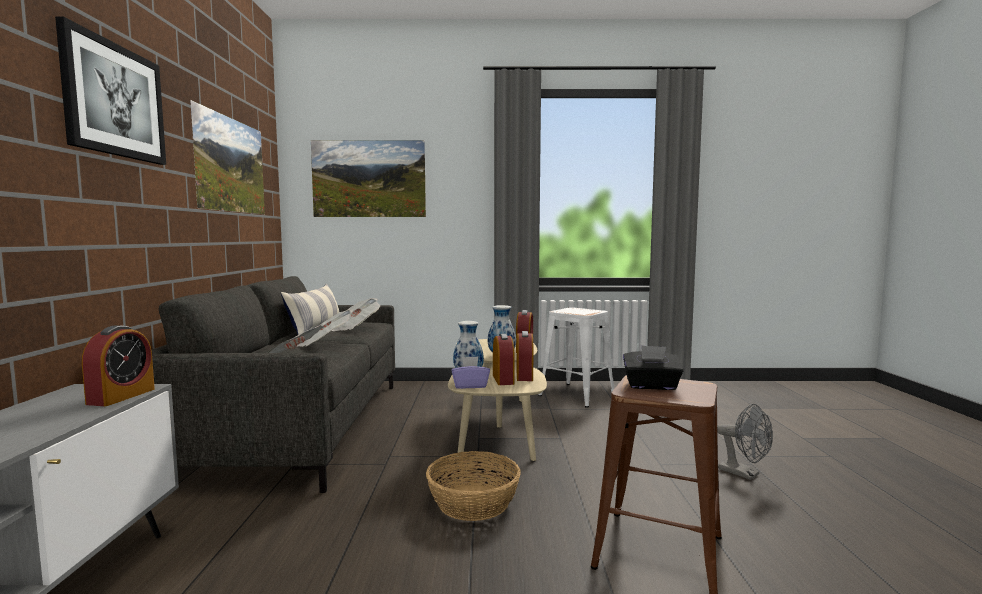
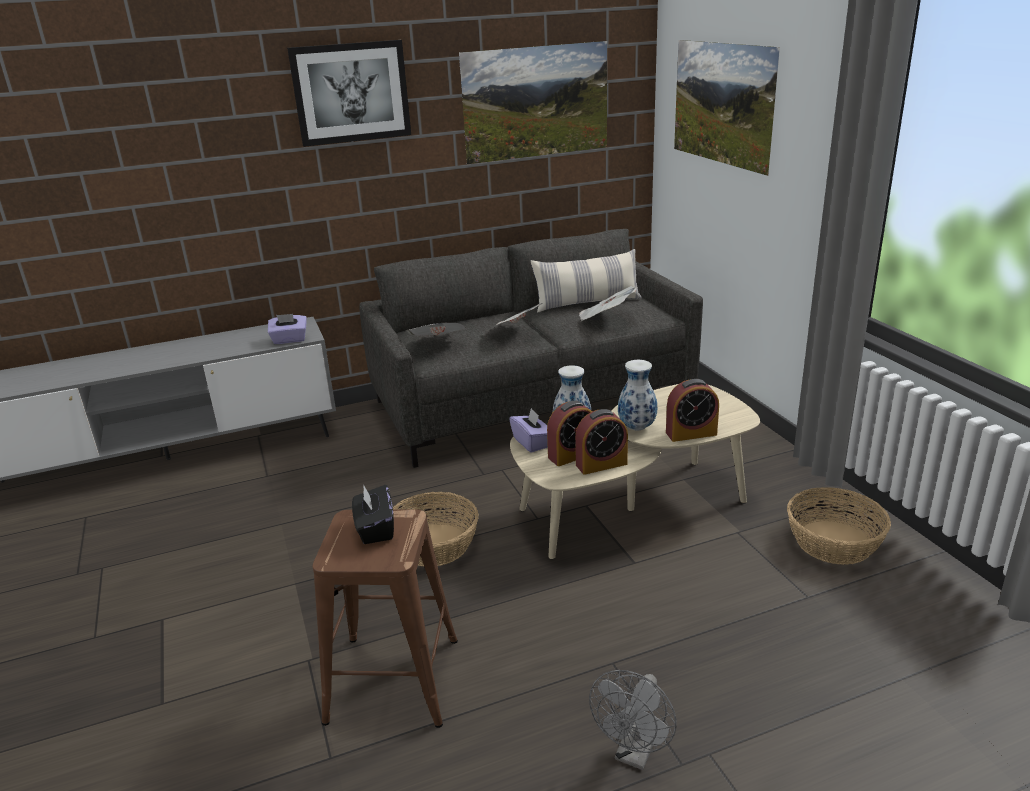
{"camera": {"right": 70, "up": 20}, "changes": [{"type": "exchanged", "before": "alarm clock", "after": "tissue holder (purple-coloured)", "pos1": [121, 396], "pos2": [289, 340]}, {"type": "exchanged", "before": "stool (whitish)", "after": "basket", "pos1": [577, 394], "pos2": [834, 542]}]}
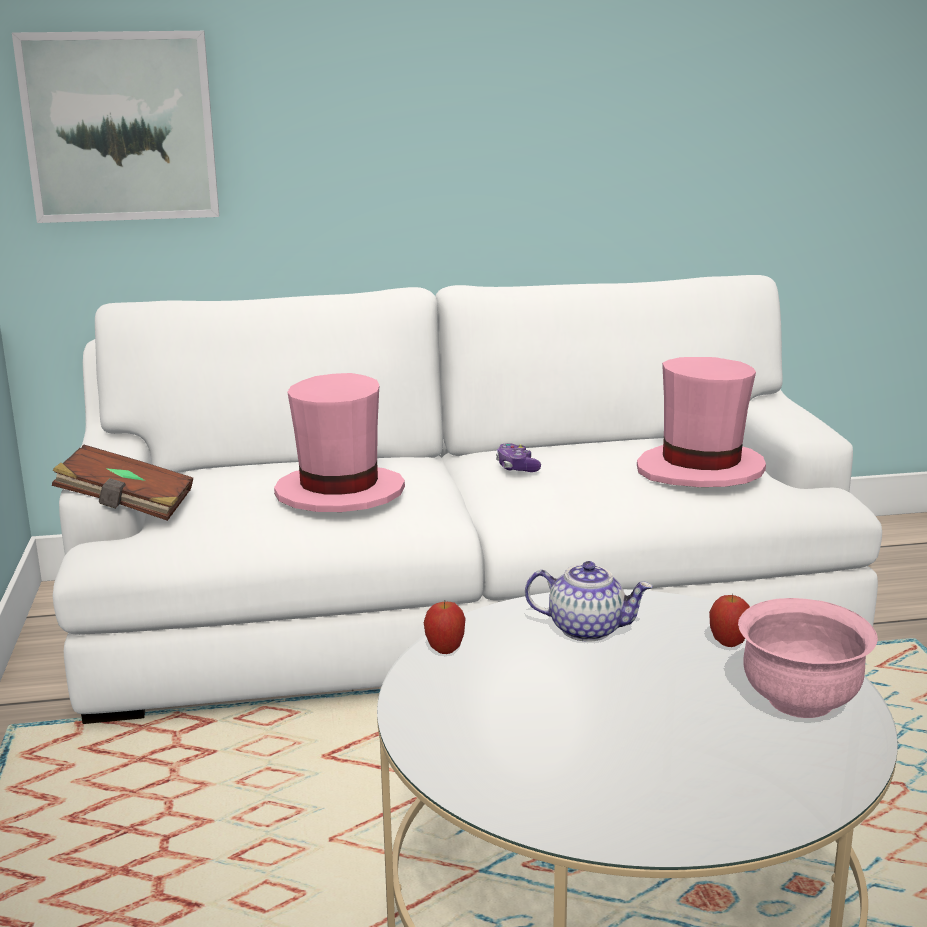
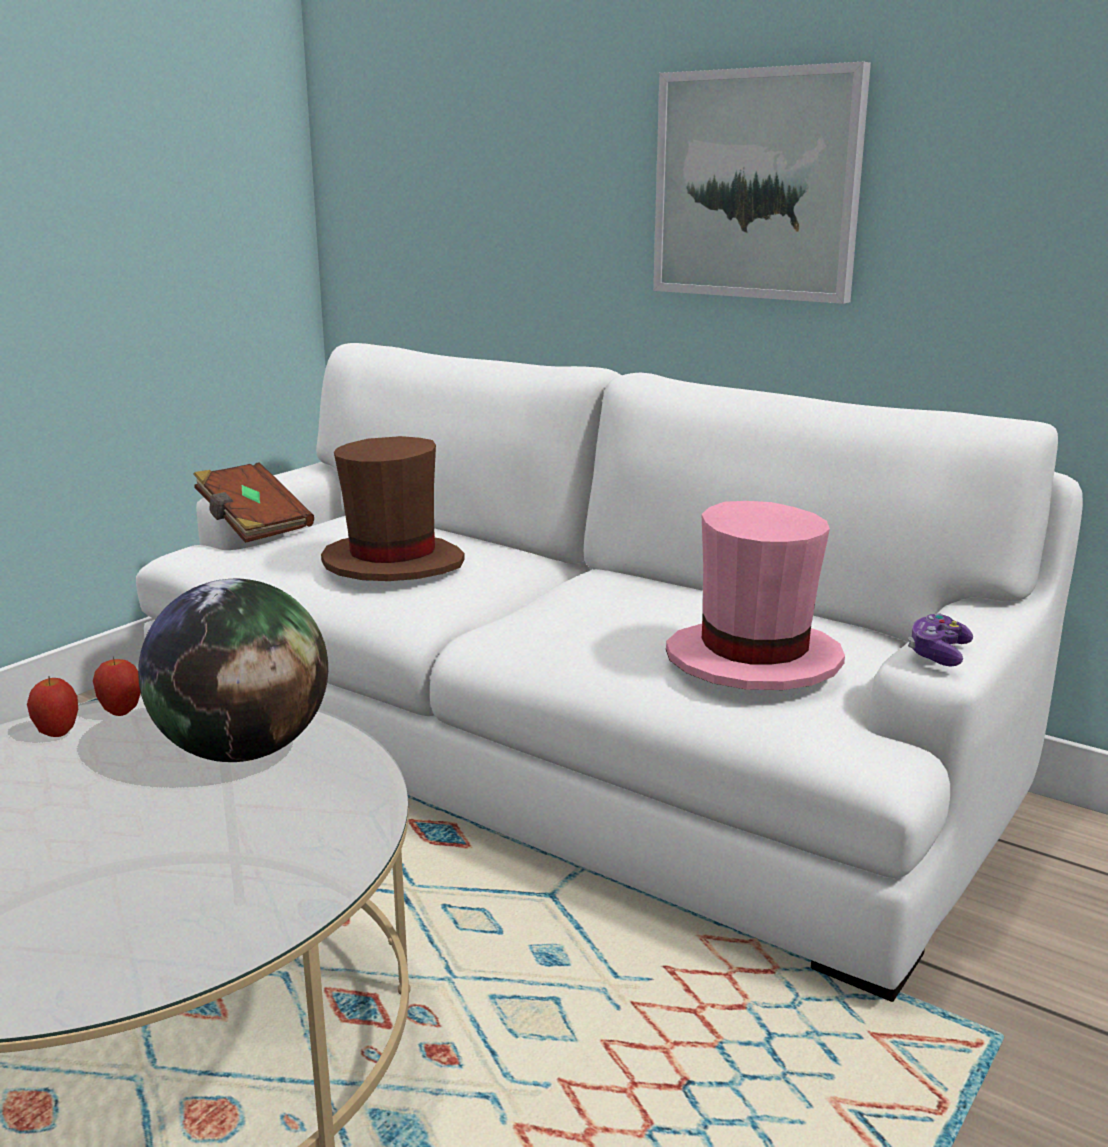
{"camera": {"right": 45, "up": 0}, "changes": [{"type": "relocated", "before": "picture", "pos1": [120, 127], "pos2": [757, 185]}, {"type": "colour", "before": "hat (pinkish)", "after": "hat (brown-coloured)", "pos1": [340, 493], "pos2": [392, 563]}, {"type": "relocated", "before": "gamepad", "pos1": [517, 467], "pos2": [938, 653]}, {"type": "exchanged", "before": "tea pot", "after": "desk globe", "pos1": [587, 629], "pos2": [243, 750]}, {"type": "relocated", "before": "apple fruit", "pos1": [728, 644], "pos2": [57, 733]}, {"type": "missing", "before": "deep dish (pinkish)", "pos1": [799, 702]}]}
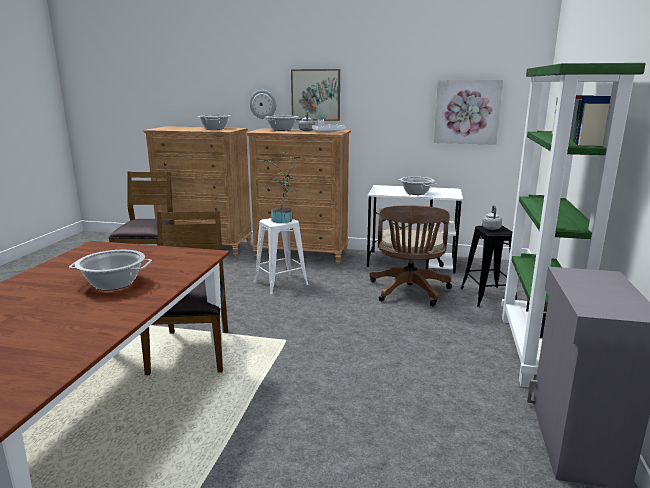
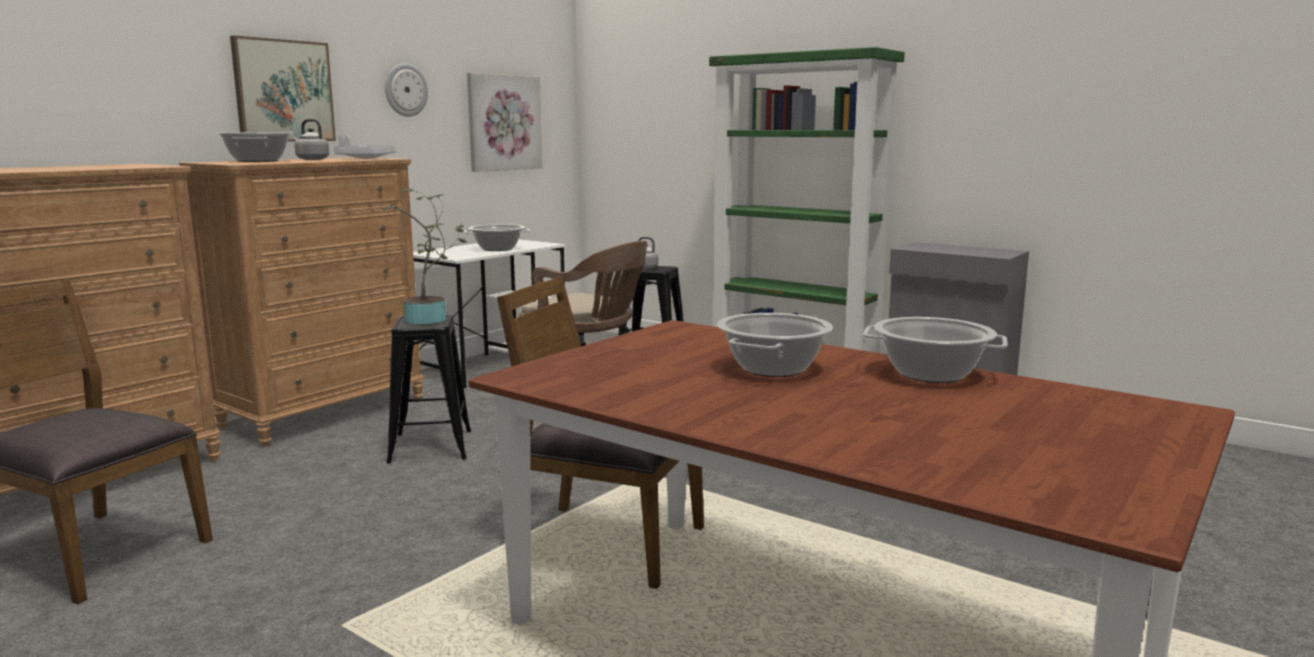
{"camera": {"right": -65, "up": -5}, "changes": [{"type": "relocated", "before": "stockpot", "pos1": [215, 129], "pos2": [930, 374]}, {"type": "relocated", "before": "clock on the wall", "pos1": [263, 104], "pos2": [405, 90]}, {"type": "colour", "before": "stool (whitish)", "after": "stool (blackish)", "pos1": [280, 283], "pos2": [430, 446]}]}
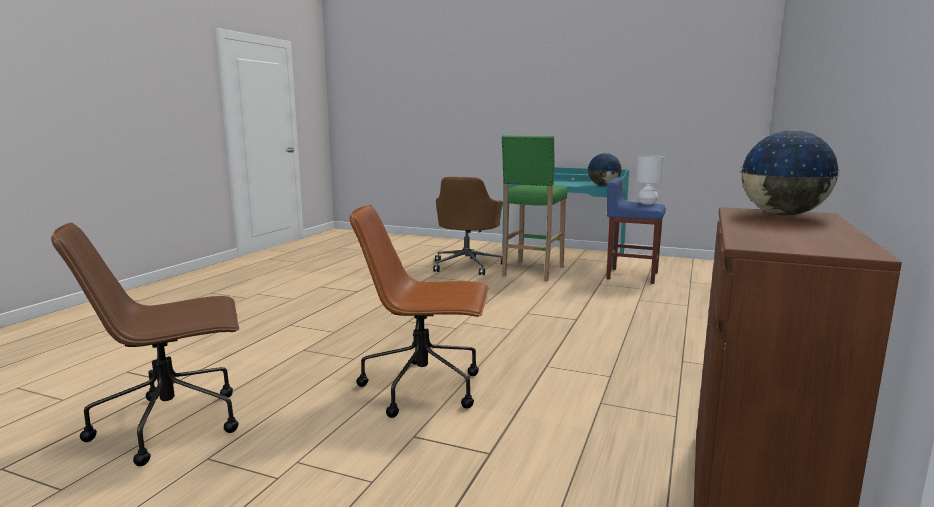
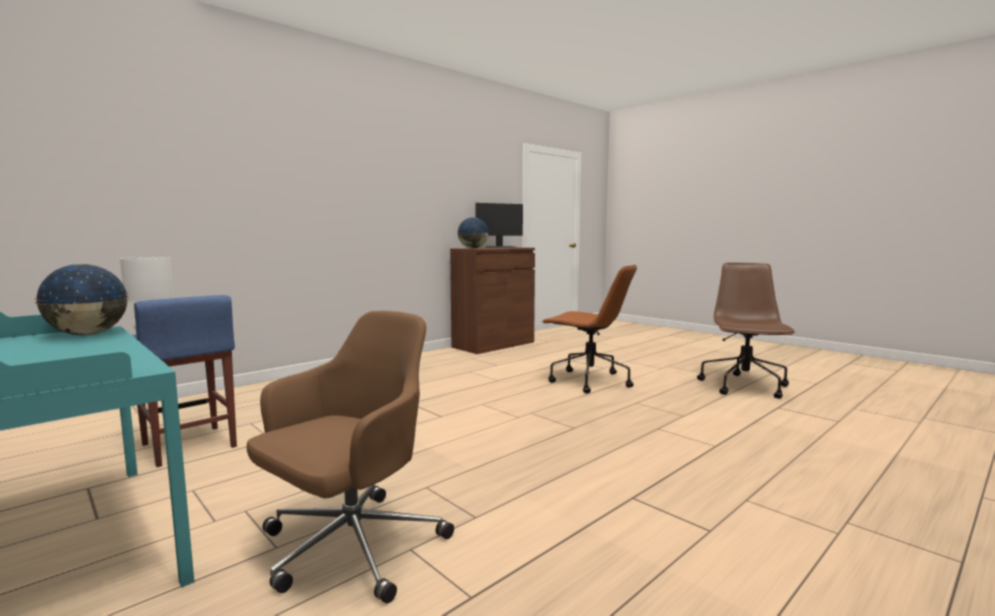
{"camera": {"right": -155, "up": -5}, "changes": [{"type": "spun", "before": "office chair (brown-coloured)", "pos1": [173, 423], "pos2": [744, 387], "turn": -75}, {"type": "missing", "before": "stool (greenish)", "pos1": [532, 272]}, {"type": "appeared", "after": "computer display", "pos2": [501, 247]}]}
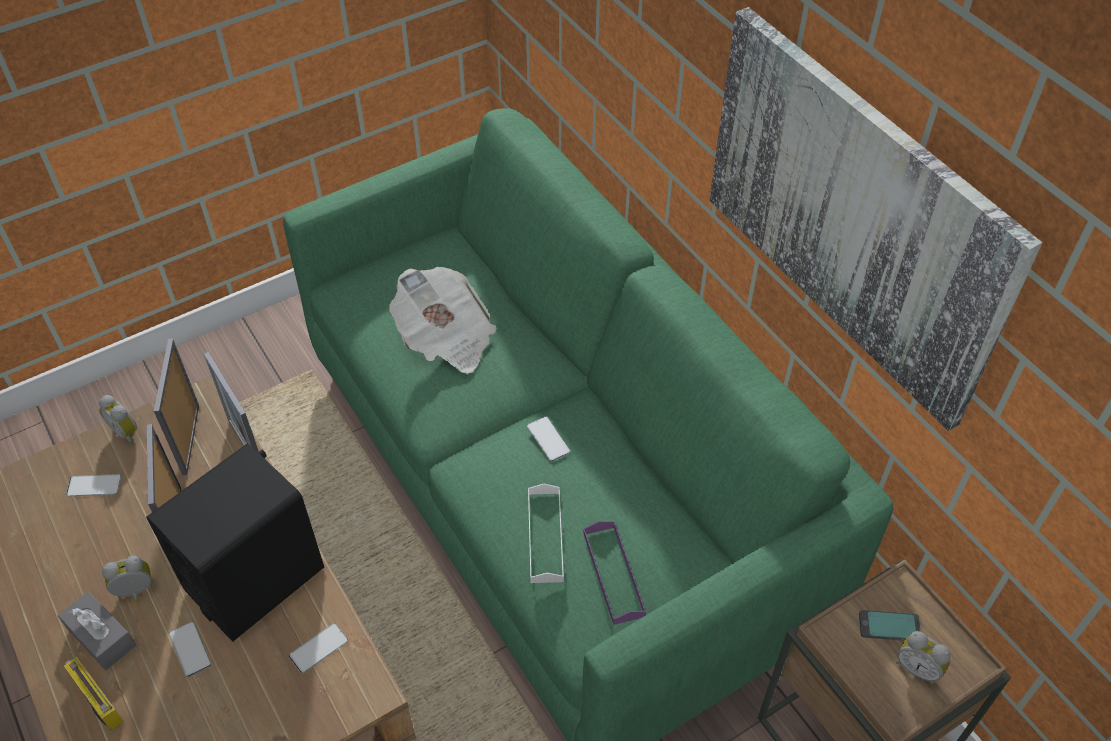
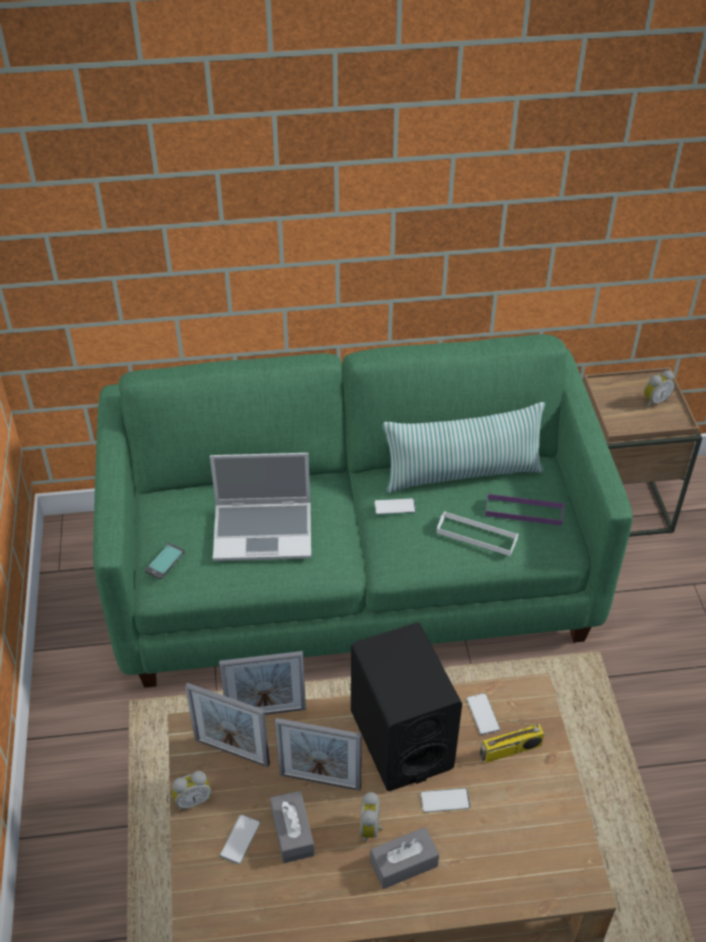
{"camera": {"right": -65, "up": -5}, "changes": [{"type": "relocated", "before": "radio receiver", "pos1": [96, 699], "pos2": [510, 750]}, {"type": "exchanged", "before": "printed paper", "after": "notebook computer", "pos1": [446, 338], "pos2": [264, 531]}, {"type": "missing", "before": "picture", "pos1": [853, 214]}, {"type": "relocated", "before": "handset", "pos1": [889, 627], "pos2": [165, 561]}, {"type": "appeared", "after": "tissue holder (greyish)", "pos2": [292, 832]}, {"type": "appeared", "after": "cushion", "pos2": [462, 474]}]}
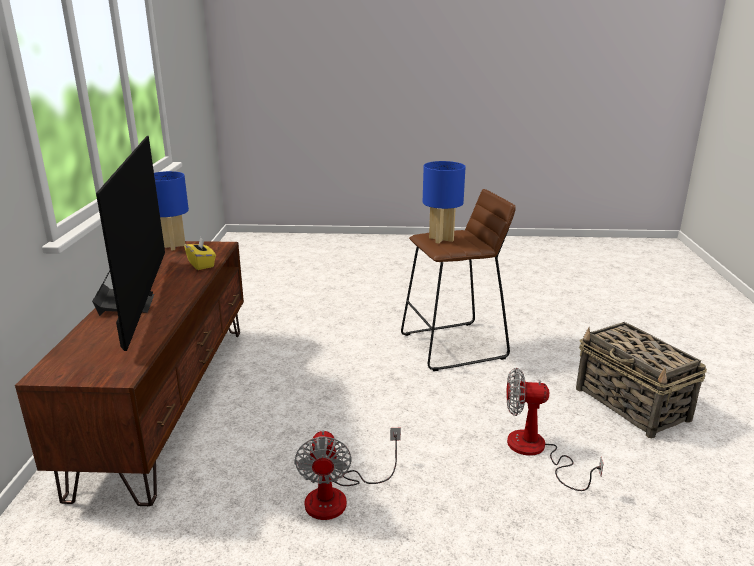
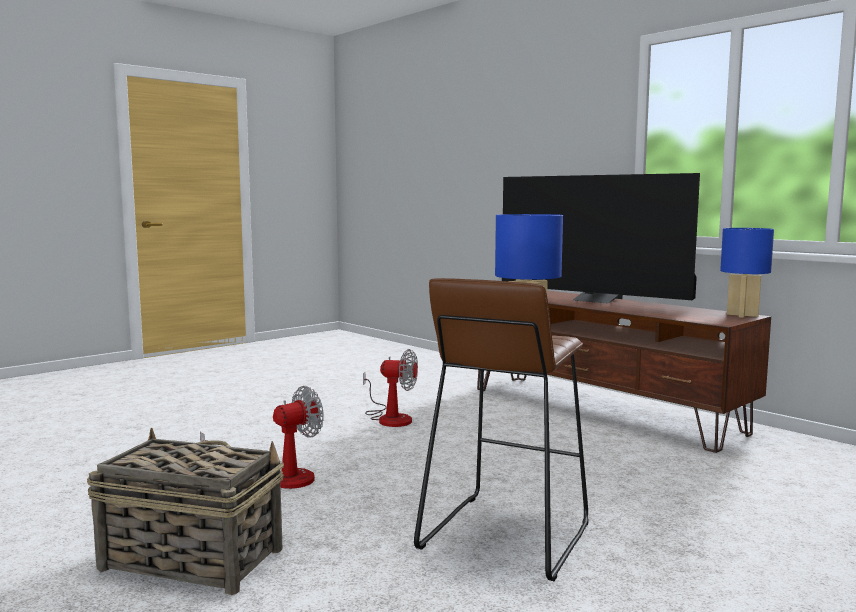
{"camera": {"right": 135, "up": -15}, "changes": [{"type": "missing", "before": "tissue holder (yellow-coloured)", "pos1": [201, 264]}, {"type": "spun", "before": "fan", "pos1": [339, 496], "pos2": [390, 418], "turn": 150}]}
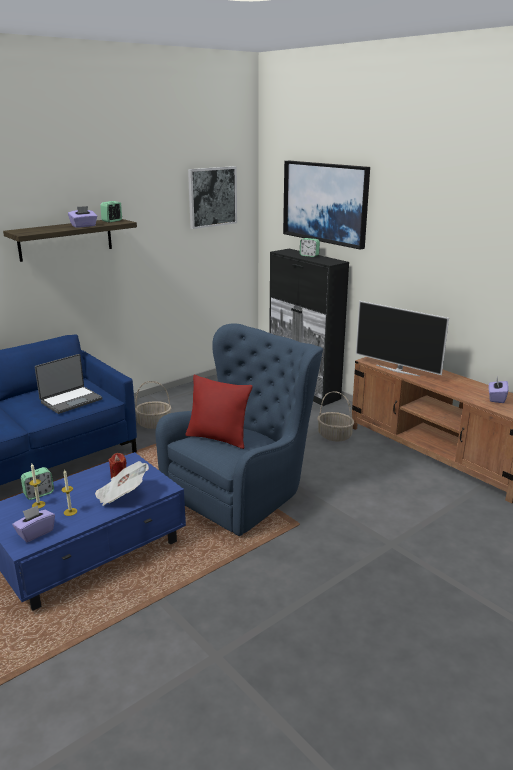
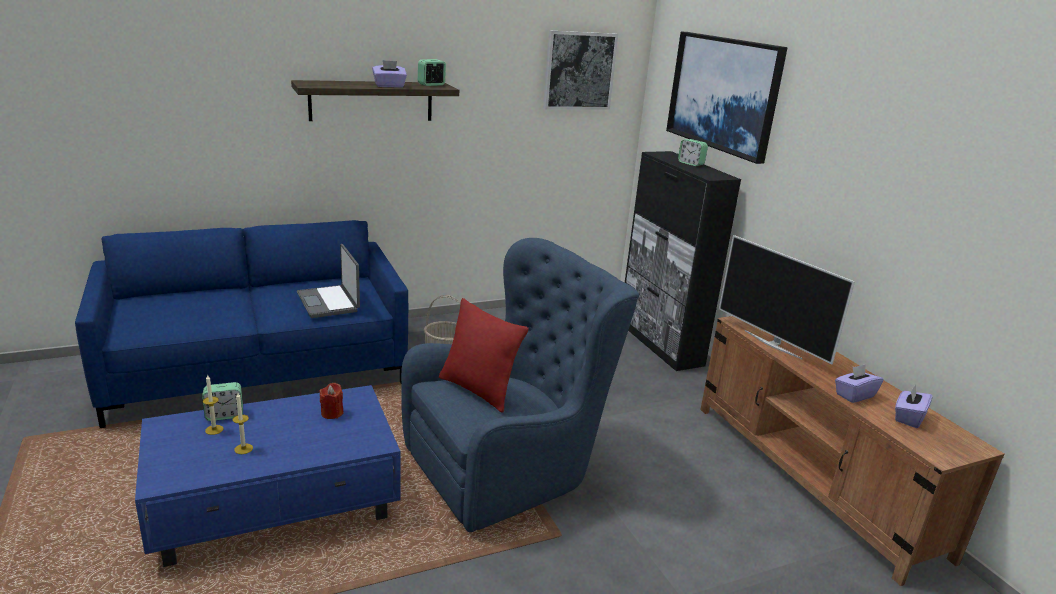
{"camera": {"right": 15, "up": 0}, "changes": [{"type": "relocated", "before": "tissue holder (purple-coloured)", "pos1": [35, 533], "pos2": [854, 395]}, {"type": "spun", "before": "notebook computer", "pos1": [71, 400], "pos2": [329, 302], "turn": 90}, {"type": "missing", "before": "printed paper", "pos1": [122, 495]}, {"type": "missing", "before": "basket", "pos1": [334, 436]}]}
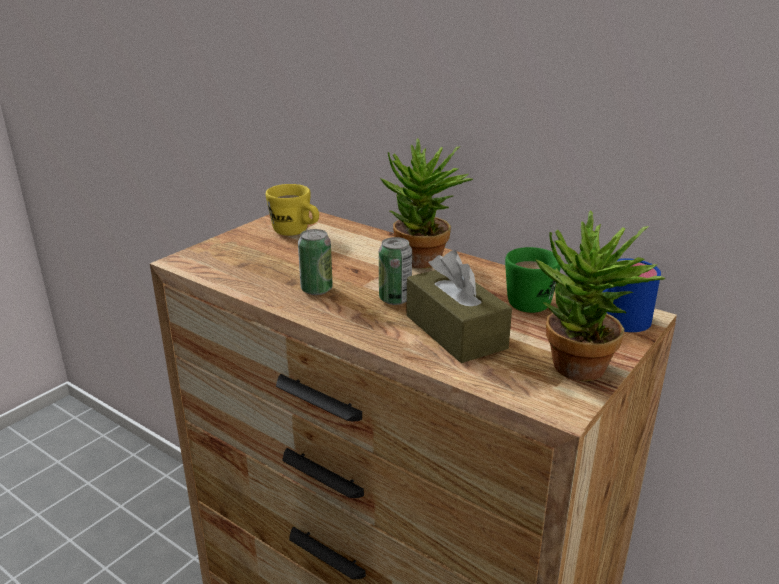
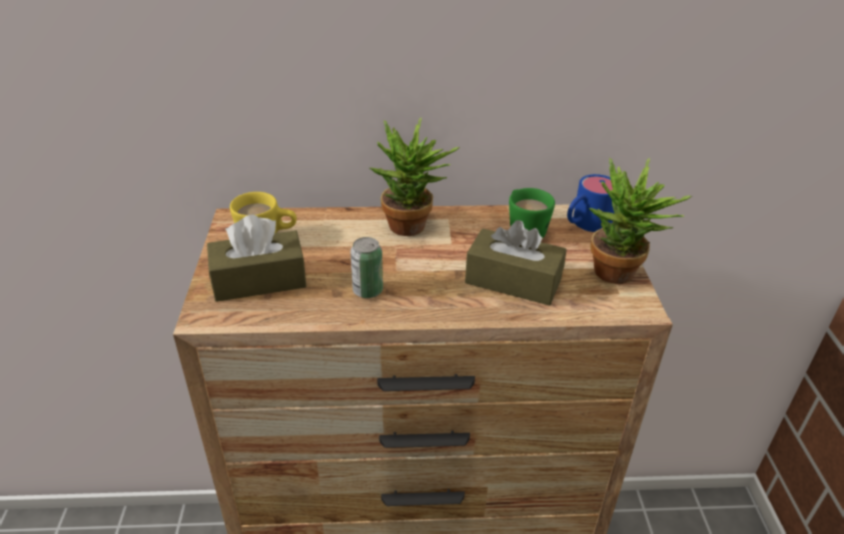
{"camera": {"right": -40, "up": 10}, "changes": [{"type": "missing", "before": "sealed can", "pos1": [395, 299]}, {"type": "appeared", "after": "tissue holder (brown-coloured)", "pos2": [259, 280]}]}
